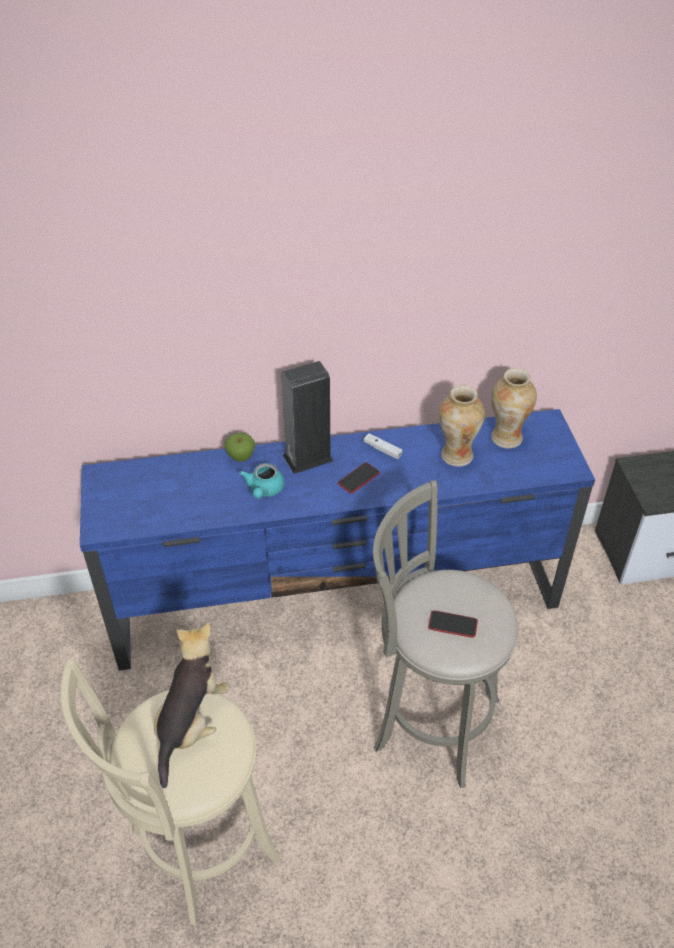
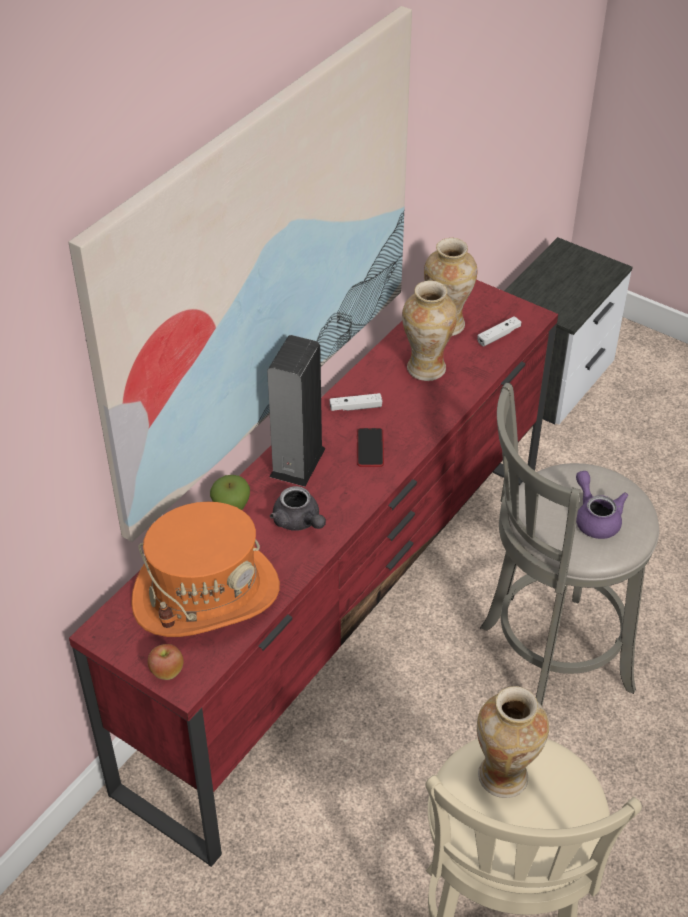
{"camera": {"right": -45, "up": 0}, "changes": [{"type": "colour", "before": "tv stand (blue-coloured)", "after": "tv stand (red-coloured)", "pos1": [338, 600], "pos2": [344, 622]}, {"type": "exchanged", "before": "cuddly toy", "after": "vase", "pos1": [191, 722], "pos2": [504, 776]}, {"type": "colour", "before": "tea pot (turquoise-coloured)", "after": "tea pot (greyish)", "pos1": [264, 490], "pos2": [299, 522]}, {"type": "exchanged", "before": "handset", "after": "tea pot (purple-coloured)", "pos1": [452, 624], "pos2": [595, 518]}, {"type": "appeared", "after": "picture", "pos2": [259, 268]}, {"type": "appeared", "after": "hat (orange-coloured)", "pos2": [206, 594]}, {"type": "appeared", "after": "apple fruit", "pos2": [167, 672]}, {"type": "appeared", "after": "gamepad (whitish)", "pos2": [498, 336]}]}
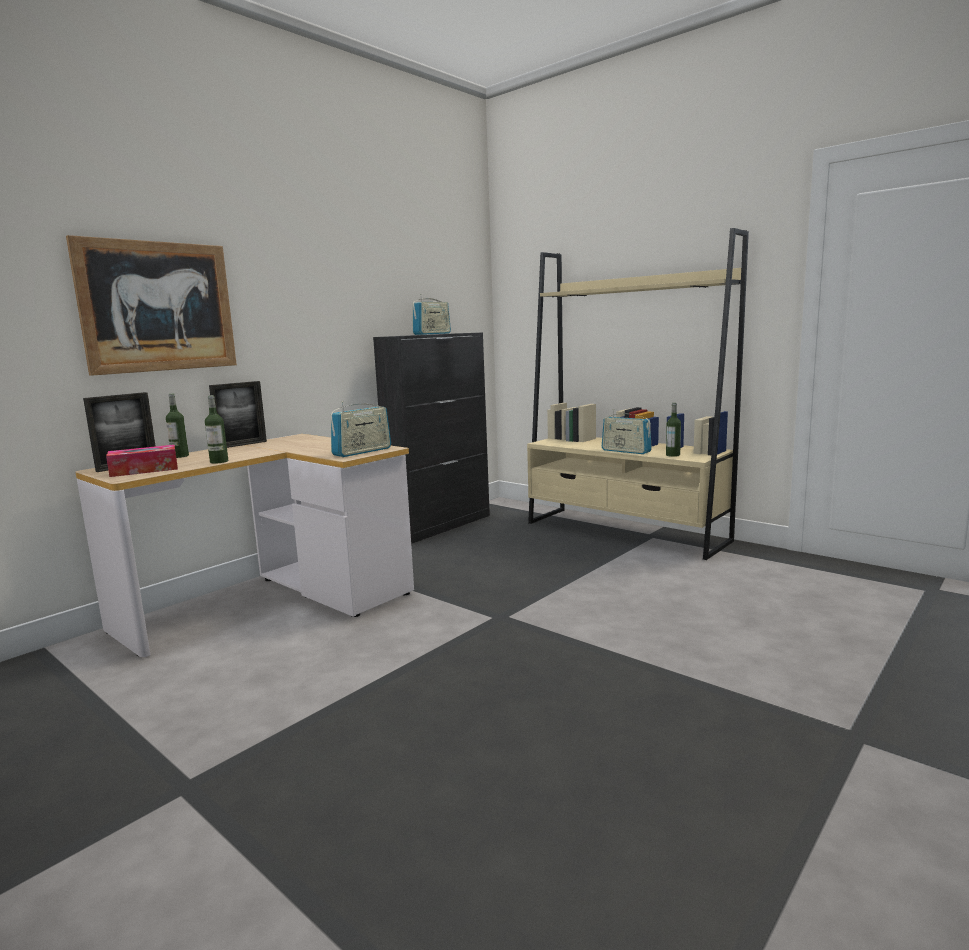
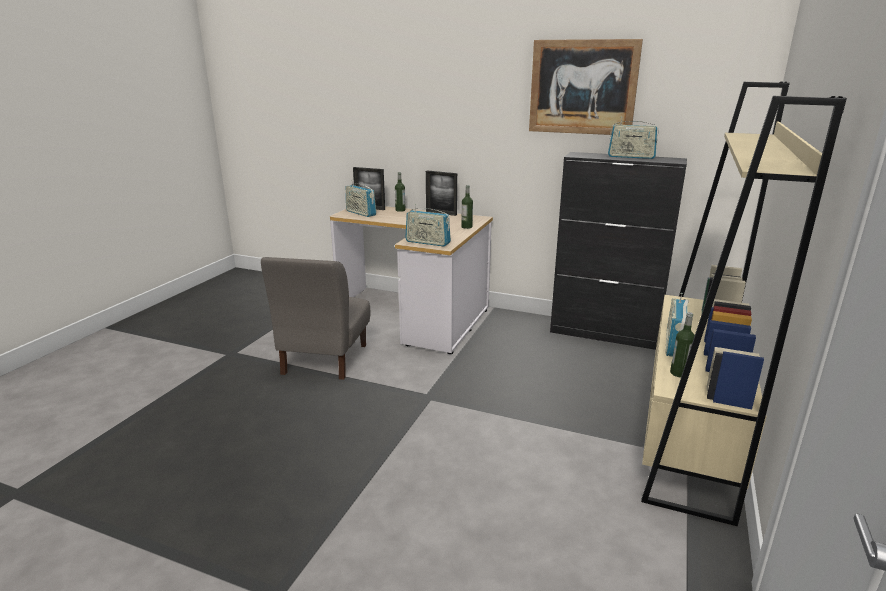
{"camera": {"right": 70, "up": 10}, "changes": [{"type": "relocated", "before": "picture", "pos1": [158, 307], "pos2": [582, 87]}, {"type": "exchanged", "before": "tissue holder", "after": "radio receiver", "pos1": [144, 470], "pos2": [361, 213]}, {"type": "relocated", "before": "bottle", "pos1": [219, 461], "pos2": [466, 227]}, {"type": "appeared", "after": "chair (greyish)", "pos2": [324, 359]}]}
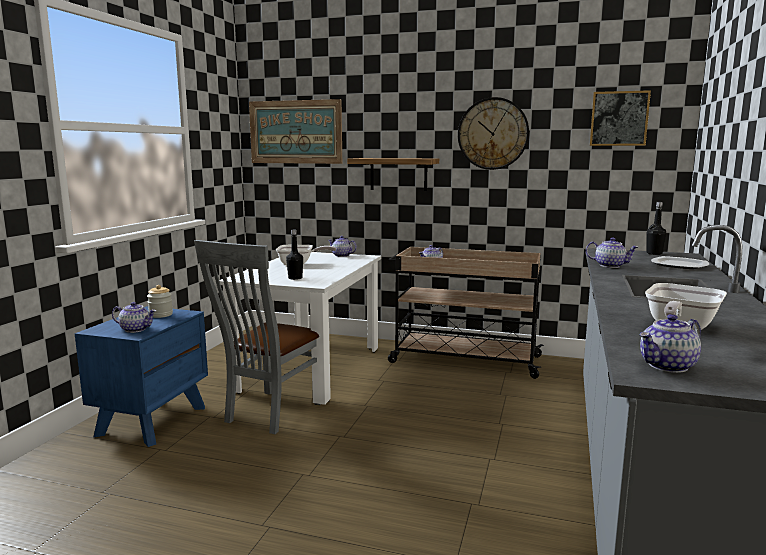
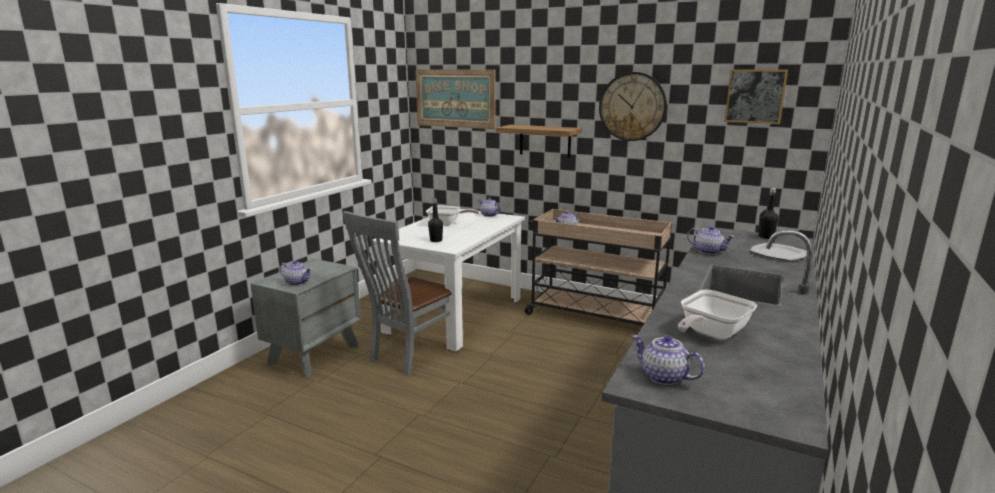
{"camera": {"right": 10, "up": 5}, "changes": [{"type": "colour", "before": "nightstand (blue-coloured)", "after": "nightstand (greyish)", "pos1": [152, 420], "pos2": [314, 354]}, {"type": "missing", "before": "preserve jar", "pos1": [160, 315]}, {"type": "spun", "before": "tea pot", "pos1": [668, 366], "pos2": [663, 377], "turn": 60}]}
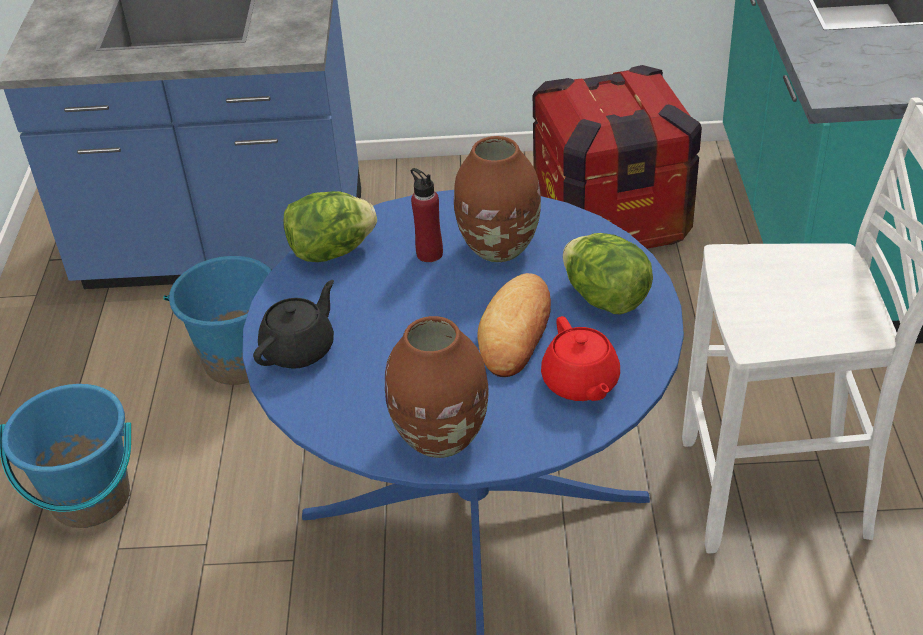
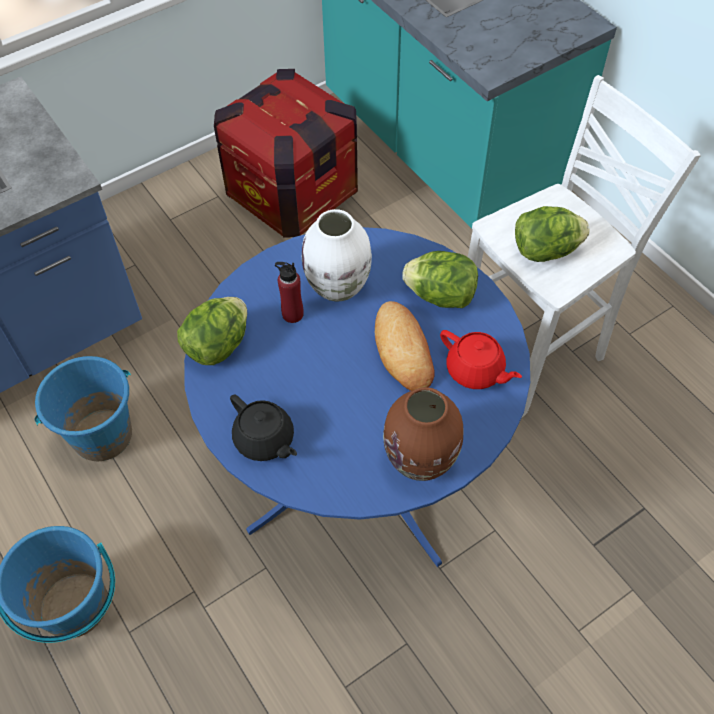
{"camera": {"right": -35, "up": 15}, "changes": [{"type": "spun", "before": "tea pot (blackish)", "pos1": [300, 349], "pos2": [265, 440], "turn": 135}, {"type": "colour", "before": "vase (brown-coloured)", "after": "vase (whitish)", "pos1": [499, 248], "pos2": [338, 287]}, {"type": "appeared", "after": "lettuce", "pos2": [545, 250]}]}
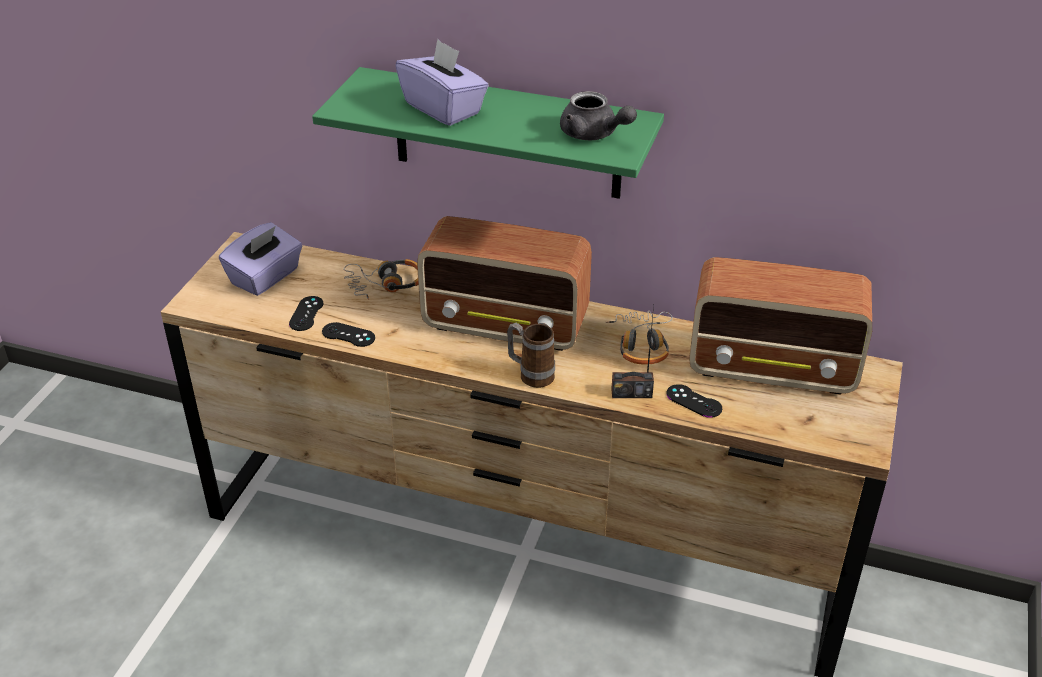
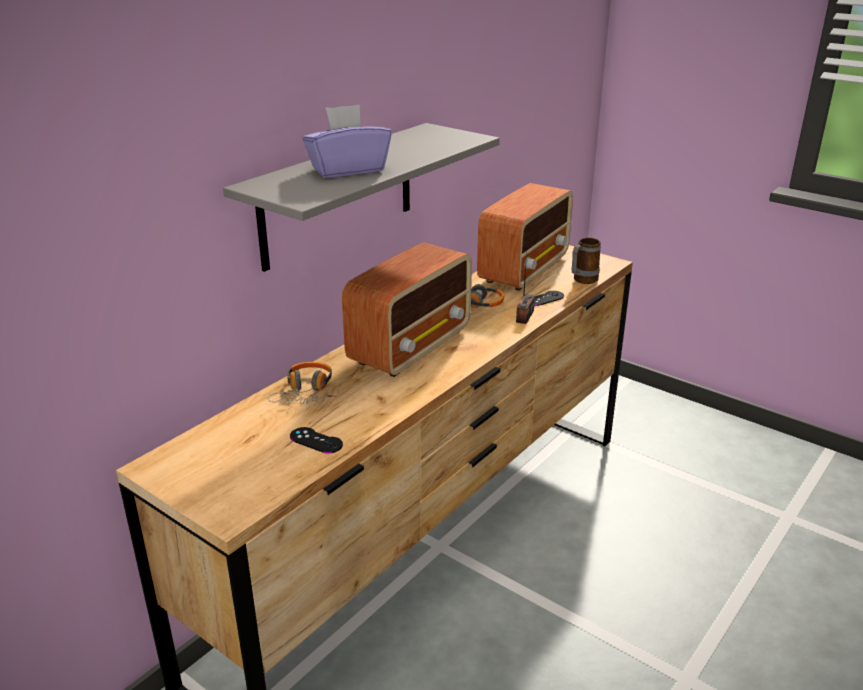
{"camera": {"right": -70, "up": -10}, "changes": [{"type": "missing", "before": "tissue holder (purple-coloured)", "pos1": [265, 277]}, {"type": "colour", "before": "bracket shelf (greenish)", "after": "bracket shelf (greyish)", "pos1": [507, 134], "pos2": [338, 195]}, {"type": "missing", "before": "gamepad (blackish)", "pos1": [348, 335]}, {"type": "relocated", "before": "mug", "pos1": [530, 375], "pos2": [582, 281]}, {"type": "missing", "before": "tea pot (greyish)", "pos1": [593, 134]}]}
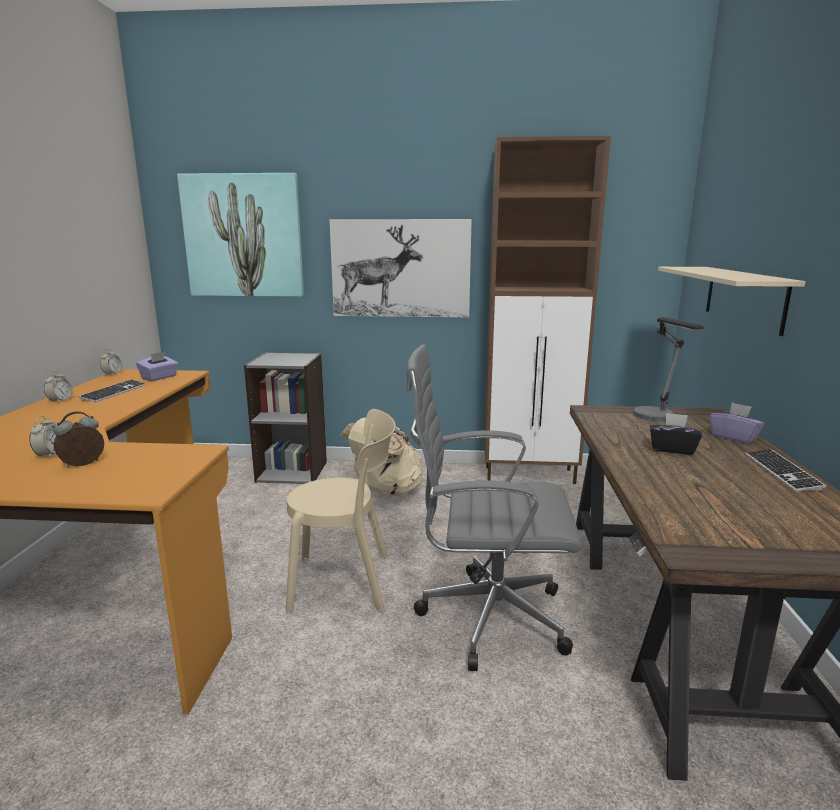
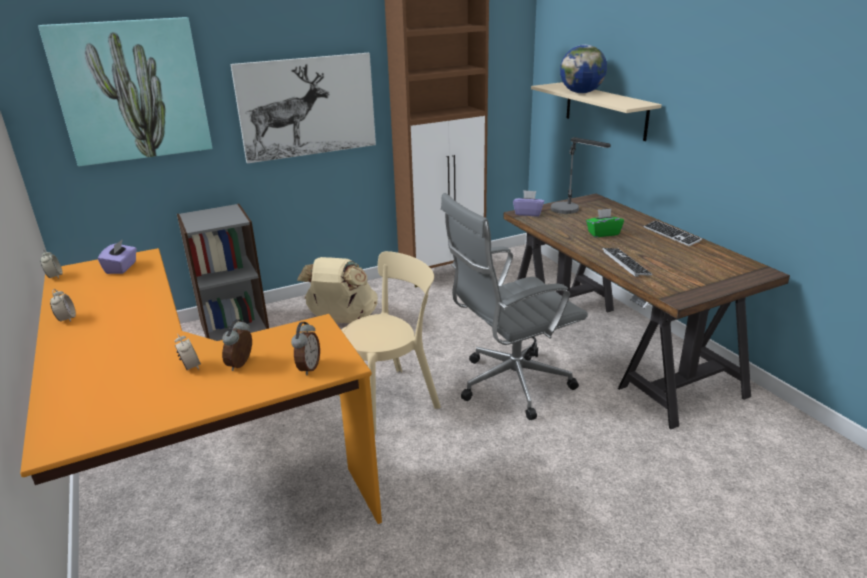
{"camera": {"right": -30, "up": 10}, "changes": [{"type": "relocated", "before": "keyboard", "pos1": [114, 392], "pos2": [626, 263]}, {"type": "colour", "before": "tissue holder (blackish)", "after": "tissue holder (greenish)", "pos1": [672, 449], "pos2": [603, 233]}, {"type": "relocated", "before": "tissue holder (purple-coloured)", "pos1": [734, 437], "pos2": [528, 213]}, {"type": "appeared", "after": "alarm clock", "pos2": [308, 368]}, {"type": "appeared", "after": "desk globe", "pos2": [581, 93]}]}
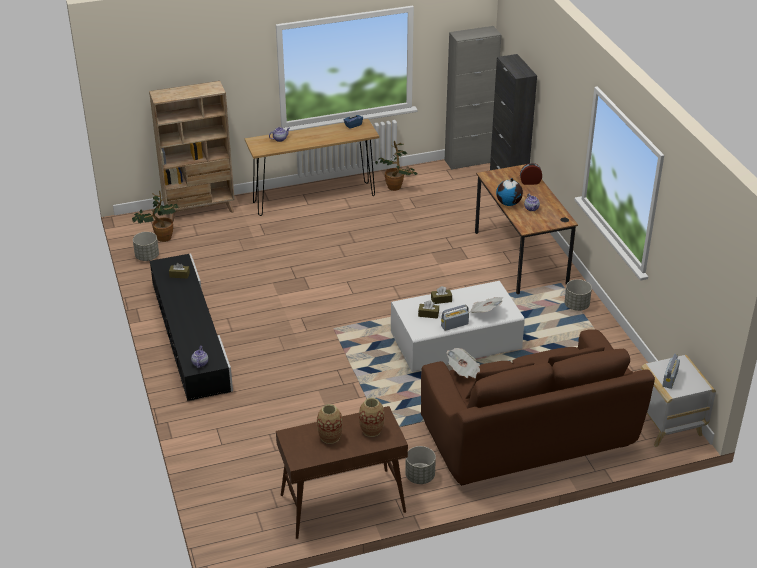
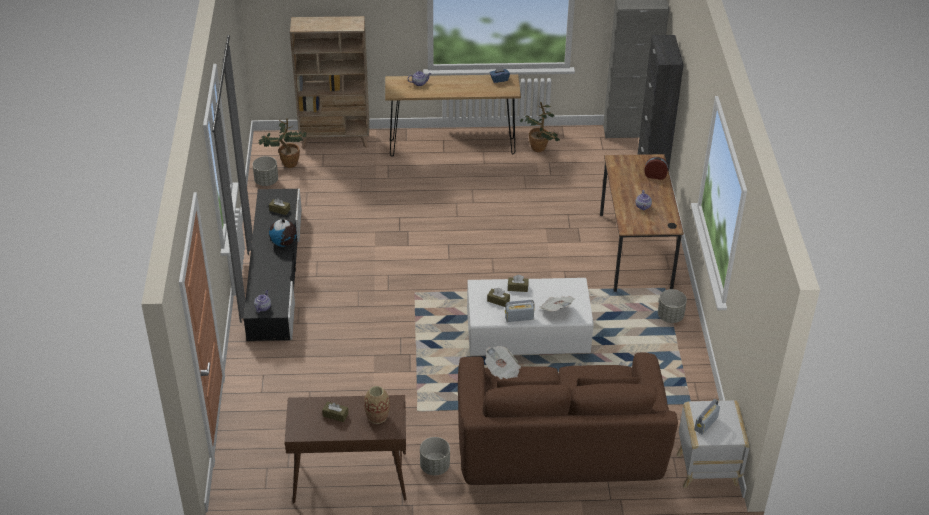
{"camera": {"right": 15, "up": 5}, "changes": [{"type": "exchanged", "before": "vase", "after": "tissue holder (brown-coloured)", "pos1": [330, 437], "pos2": [335, 415]}, {"type": "relocated", "before": "desk globe", "pos1": [509, 203], "pos2": [284, 243]}]}
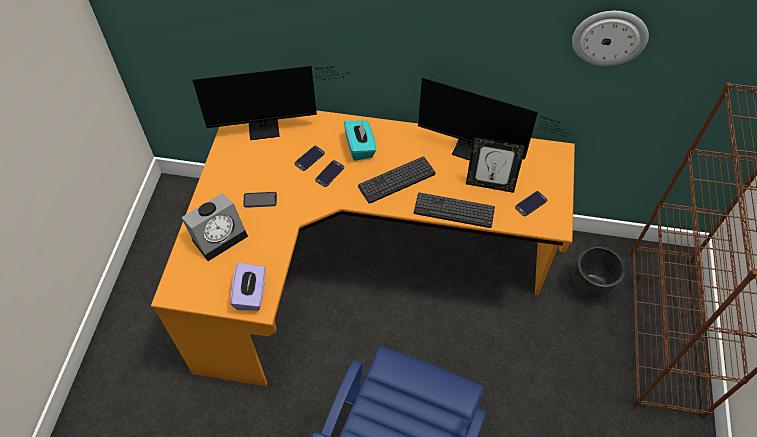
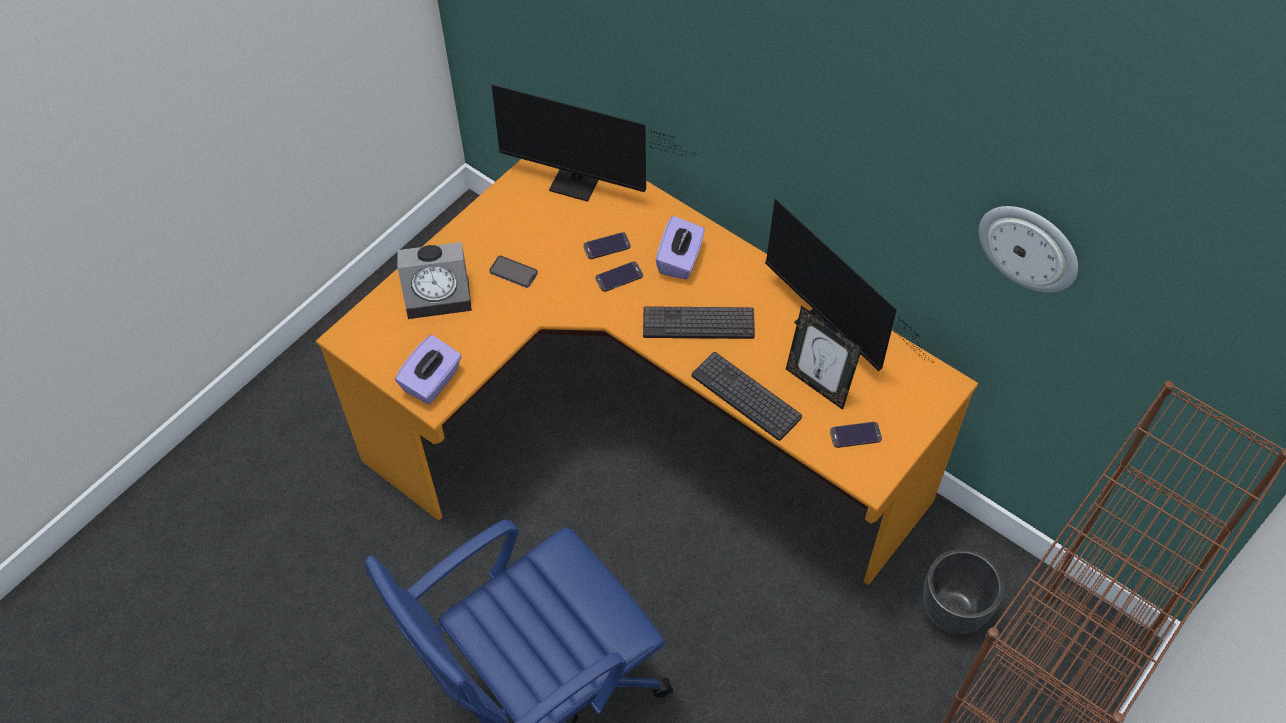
{"camera": {"right": 30, "up": 0}, "changes": [{"type": "colour", "before": "tissue holder (turquoise-coloured)", "after": "tissue holder (purple-coloured)", "pos1": [360, 147], "pos2": [680, 260]}]}
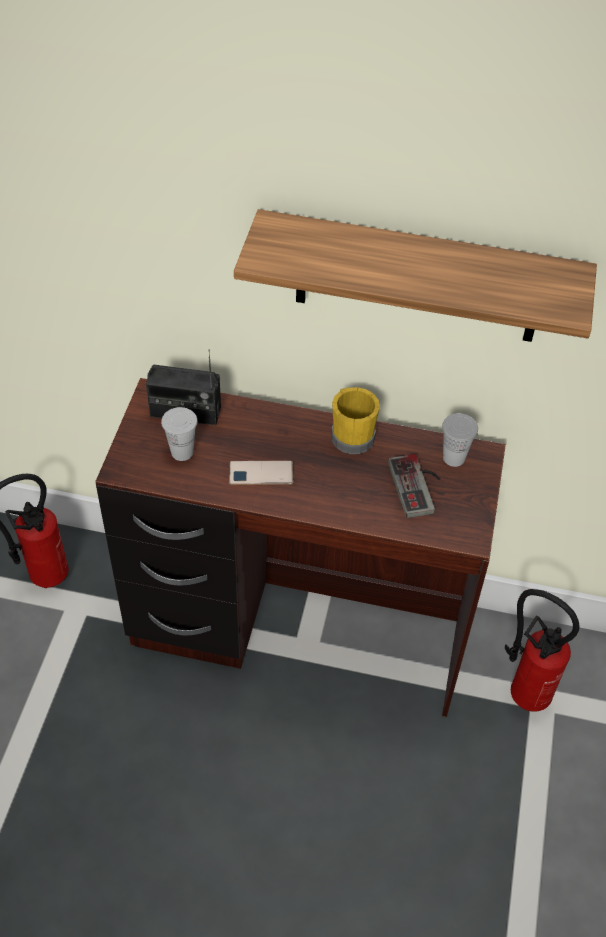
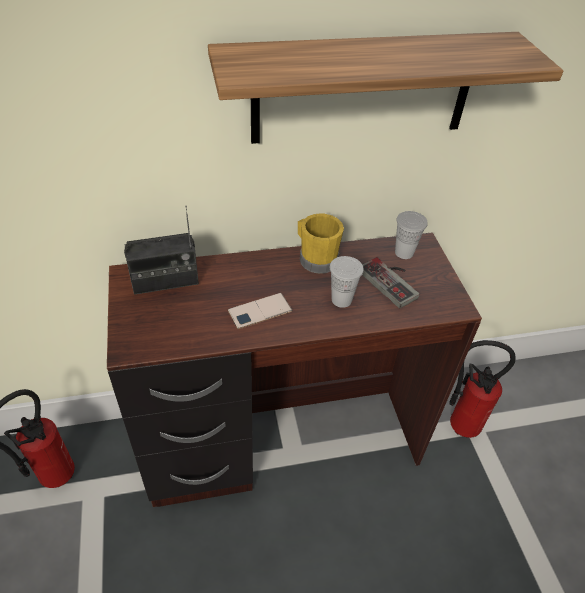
{"camera": {"right": -25, "up": -5}, "changes": [{"type": "relocated", "before": "cup (whitish)", "pos1": [182, 452], "pos2": [341, 300]}]}
